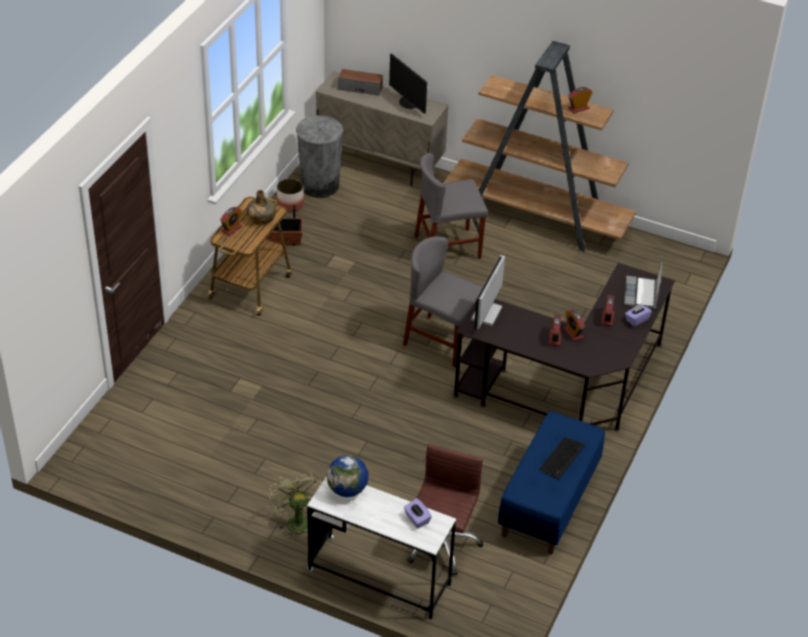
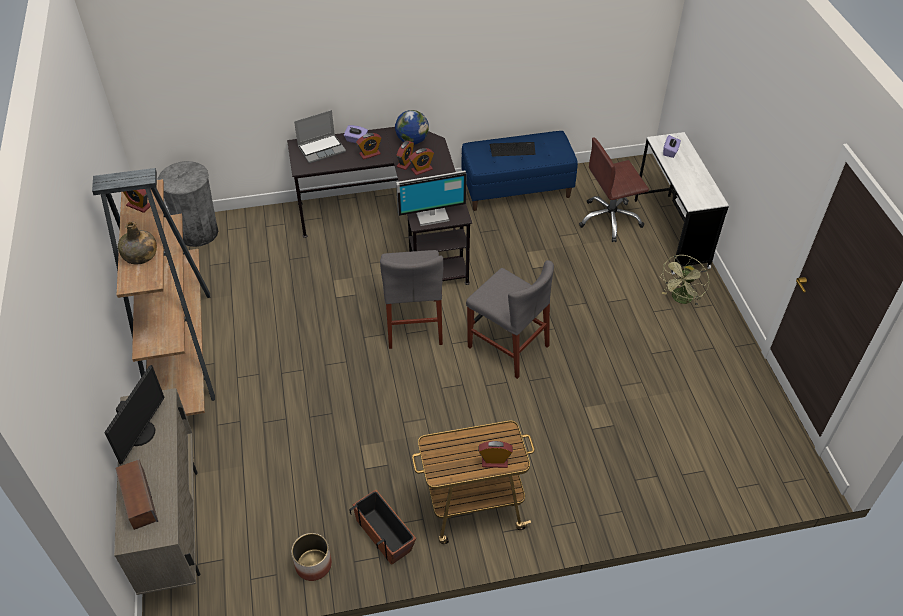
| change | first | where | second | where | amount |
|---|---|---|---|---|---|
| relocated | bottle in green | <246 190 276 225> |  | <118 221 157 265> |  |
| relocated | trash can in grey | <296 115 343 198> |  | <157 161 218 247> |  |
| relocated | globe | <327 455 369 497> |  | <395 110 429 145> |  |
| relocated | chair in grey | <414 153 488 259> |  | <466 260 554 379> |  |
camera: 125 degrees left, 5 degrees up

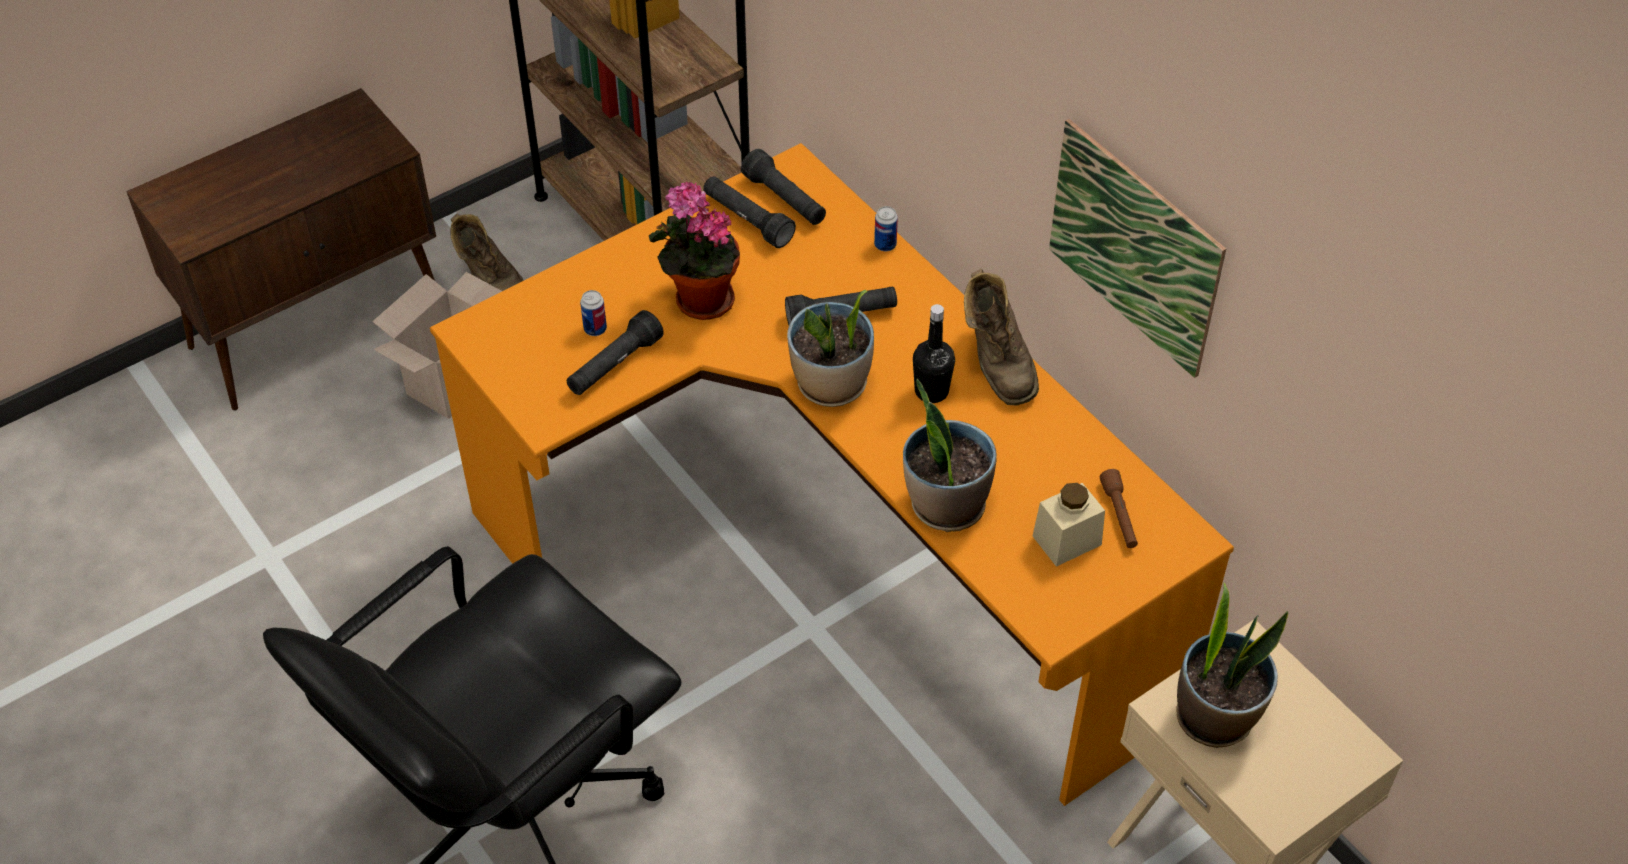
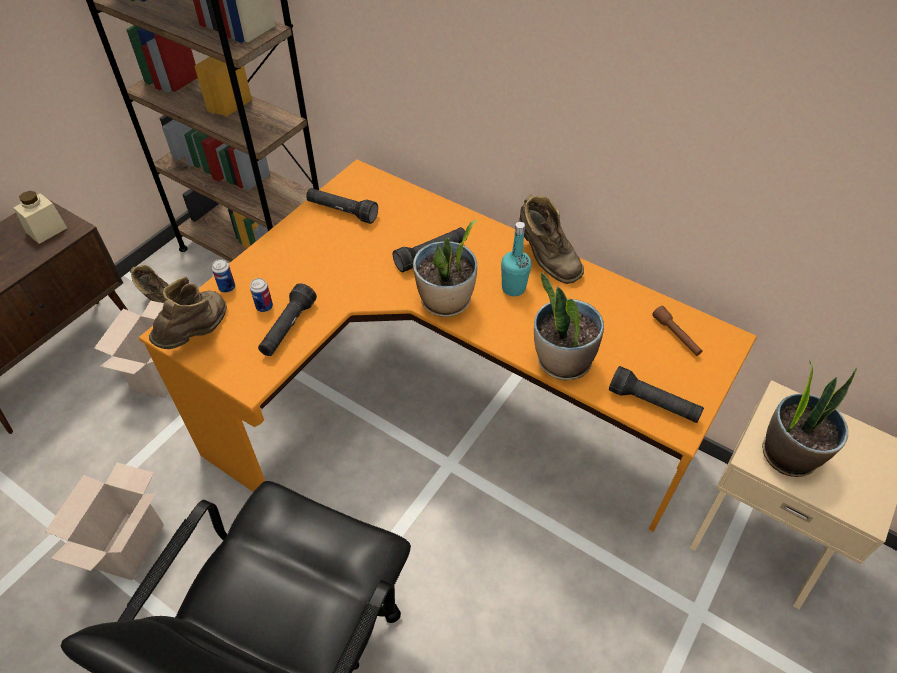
| change | first | where | second | where | amount |
|---|---|---|---|---|---|
| relocated | jar in beige | <1033 483 1105 567> |  | <13 191 67 244> |  |
| appeared |  |  | cardboard box | <45 463 164 580> |  |
| appeared |  |  | boot in brown | <149 277 227 349> |  |
| relocated | can | <874 206 898 251> |  | <212 259 235 293> |  |
| colour | bottle in black | <913 304 955 403> | bottle in turquoise | <501 222 531 296> |  |
| relocated | flashlight in black | <741 149 826 225> |  | <609 366 704 423> |  |
| missing | potted plant | <649 182 740 320> |  |  |  |
| missing | picture | <1049 119 1226 378> |  |  |  |
camera: 20 degrees left, 0 degrees up

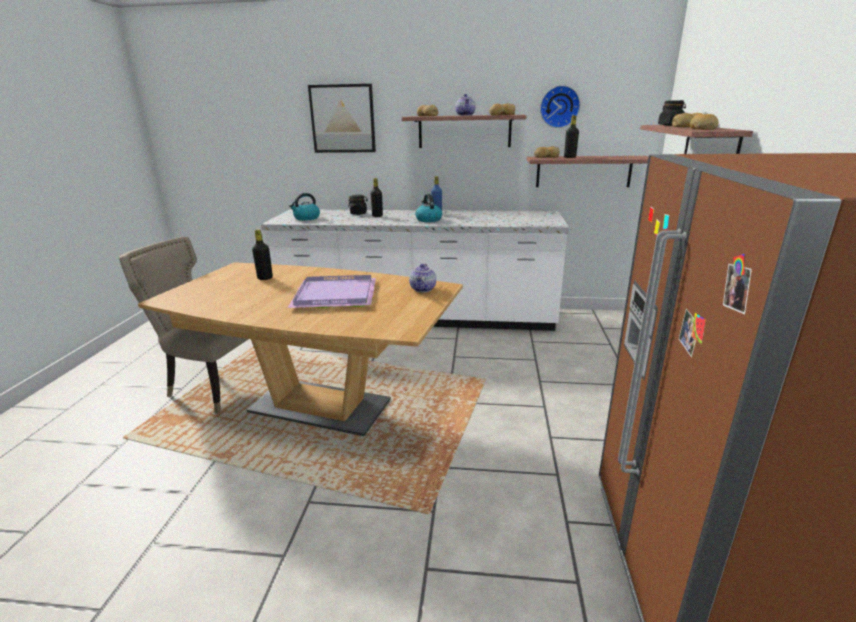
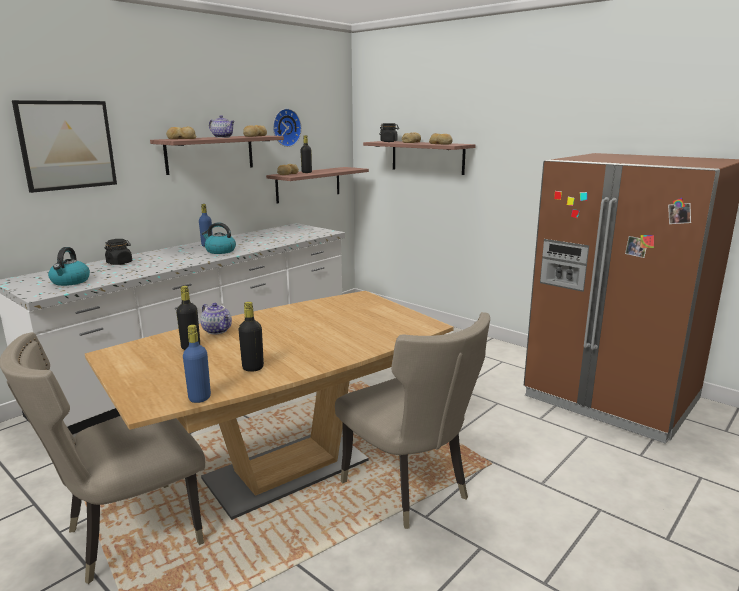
| change | first | where | second | where | amount |
|---|---|---|---|---|---|
| appeared |  |  | bottle in blue | <183 325 211 403> |  |
| relocated | teapot | <409 264 436 292> |  | <200 303 232 334> |  |
| relocated | bottle in black | <370 178 383 217> |  | <238 302 264 372> |  |
| appeared |  |  | chair in beige | <335 312 490 529> |  |
| missing | tray in purple | <288 275 376 308> |  |  |  |
camera: 55 degrees left, 5 degrees down

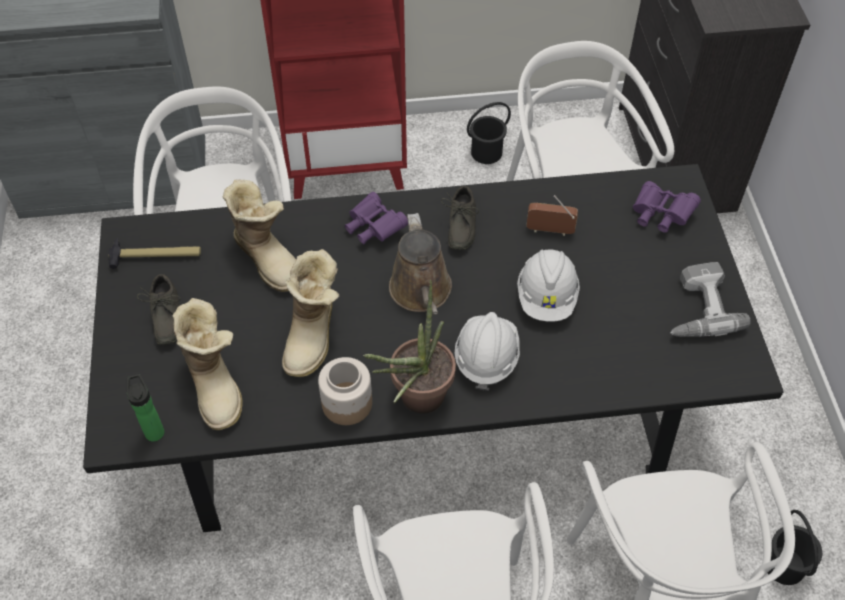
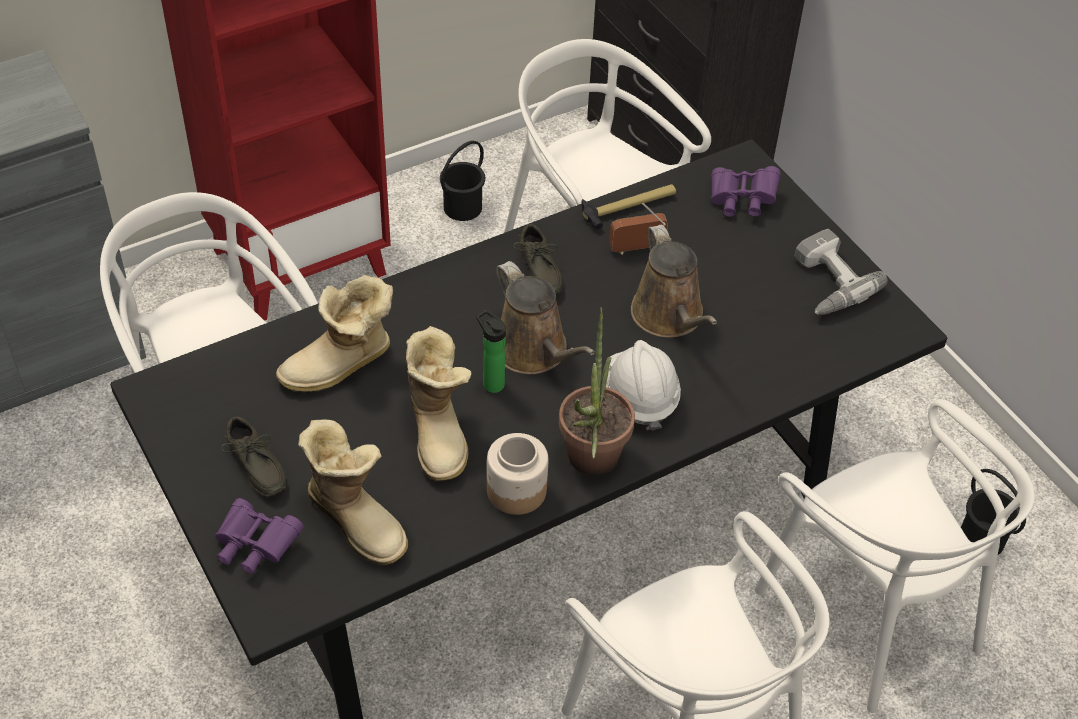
| change | first | where | second | where | amount |
|---|---|---|---|---|---|
| relocated | binoculars in purple | <345 192 408 244> |  | <215 498 304 574> |  |
| spun | boot | <223 180 296 292> |  | <276 275 393 393> | 120 degrees clockwise |
| relocated | bottle | <127 374 164 442> |  | <477 310 506 393> |  |
| relocated | hammer | <108 238 201 269> |  | <581 184 676 229> |  |
| exchanged | hard hat in white | <517 249 580 322> | watering can in brown | <631 225 717 338> |  |
camera: 25 degrees left, 5 degrees down

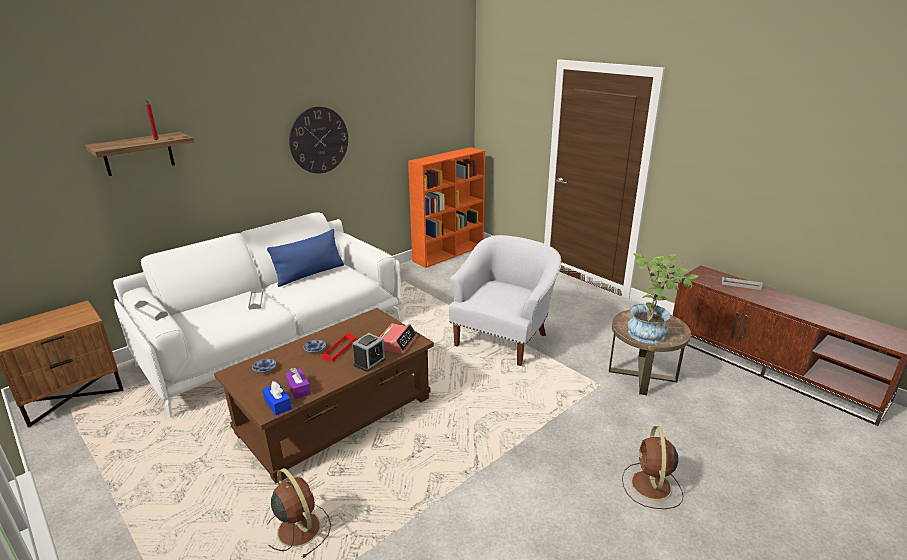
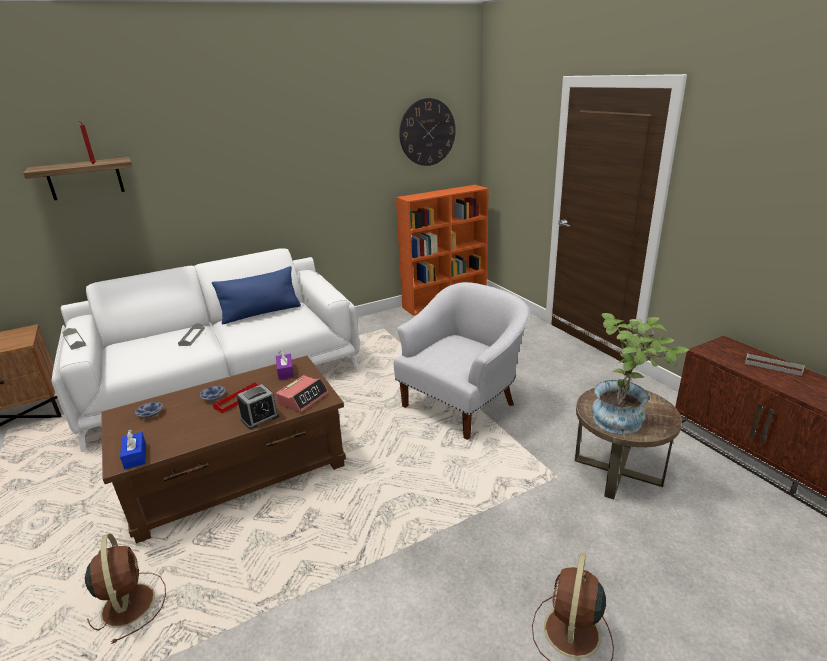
| change | first | where | second | where | amount |
|---|---|---|---|---|---|
| relocated | tissue box in purple | <285 368 311 399> |  | <276 351 294 380> |  |
| relocated | wall clock | <289 106 348 174> |  | <399 98 456 166> |  |
camera: 15 degrees right, 0 degrees up

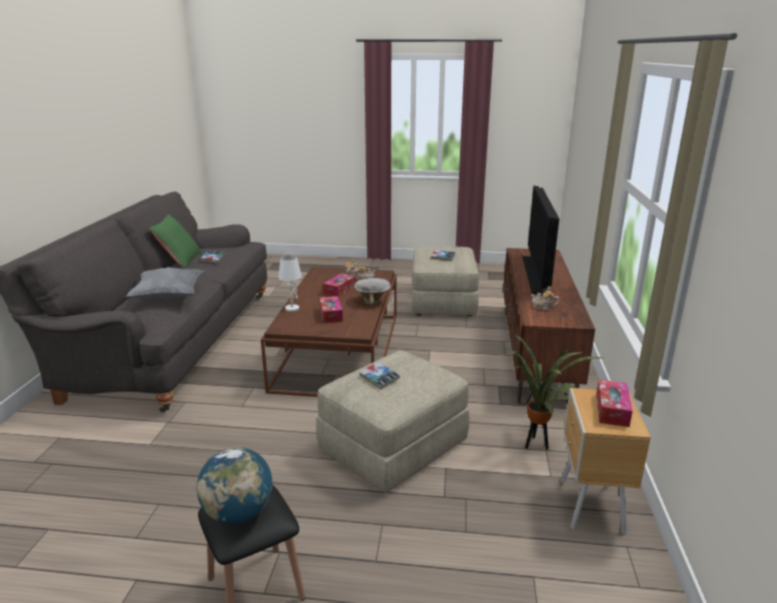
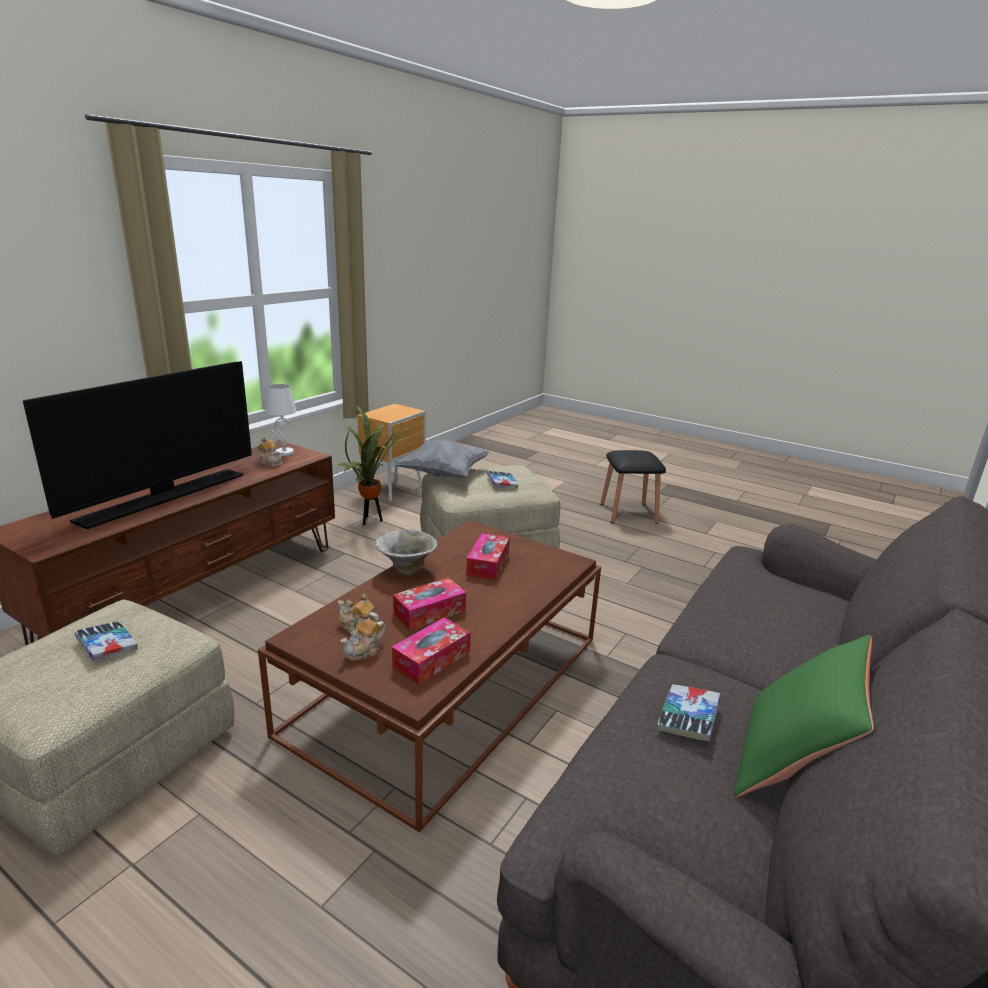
| change | first | where | second | where | amount |
|---|---|---|---|---|---|
| relocated | table lamp in white | <278 255 302 312> |  | <266 384 297 456> |  |
| relocated | tissue box | <596 380 633 427> |  | <392 617 471 685> |  |
| relocated | pillow in grey | <126 267 204 298> |  | <396 440 490 478> |  |
| missing | globe | <197 447 272 524> |  |  |  |
camera: 155 degrees left, 0 degrees up

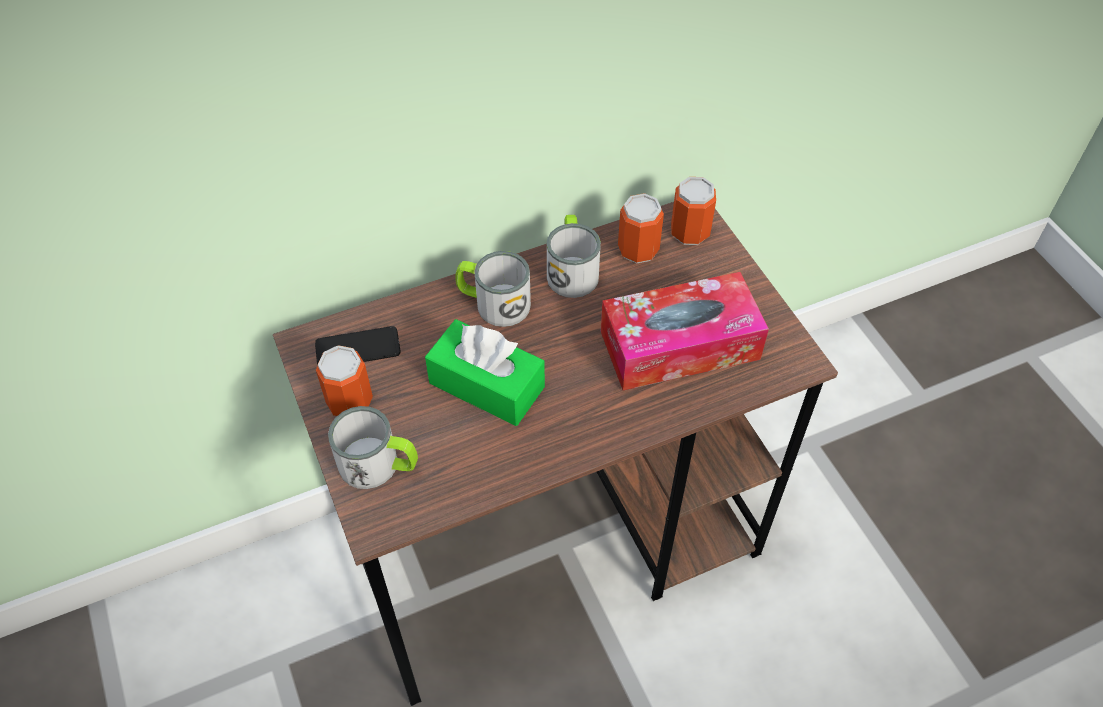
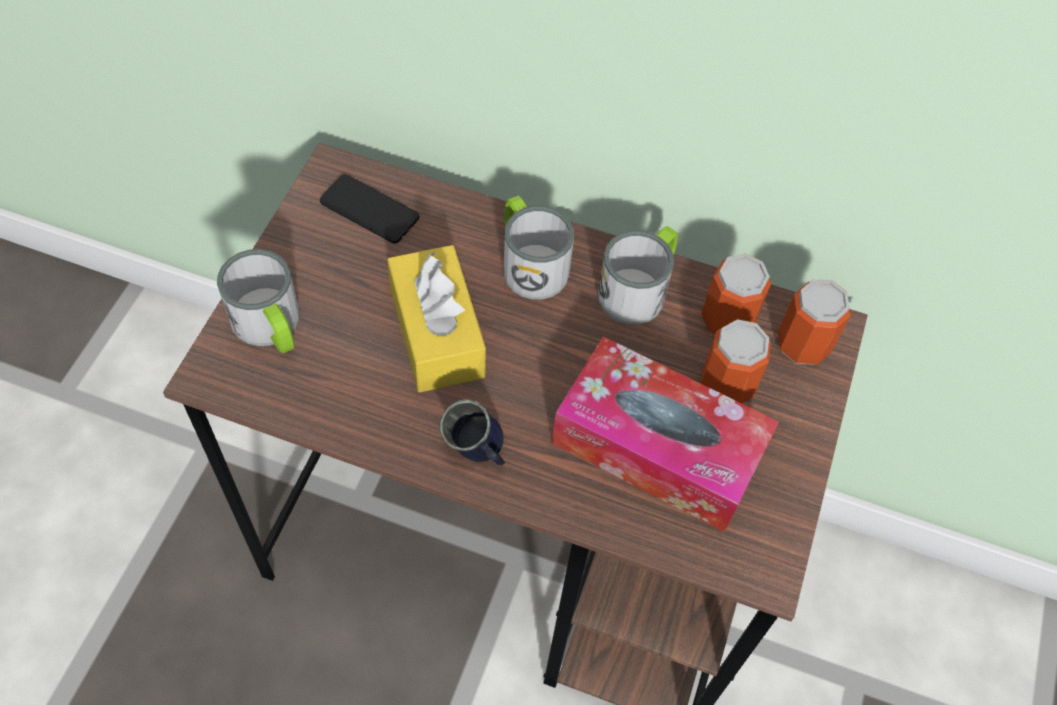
| change | first | where | second | where | amount |
|---|---|---|---|---|---|
| colour | tissue box in green | <425 319 545 426> | tissue box in yellow | <387 245 486 392> |  |
| appeared |  |  | mug in blue | <439 399 505 465> |  |
| relocated | can | <316 345 373 416> |  | <701 319 771 403> |  |
camera: 40 degrees right, 5 degrees up

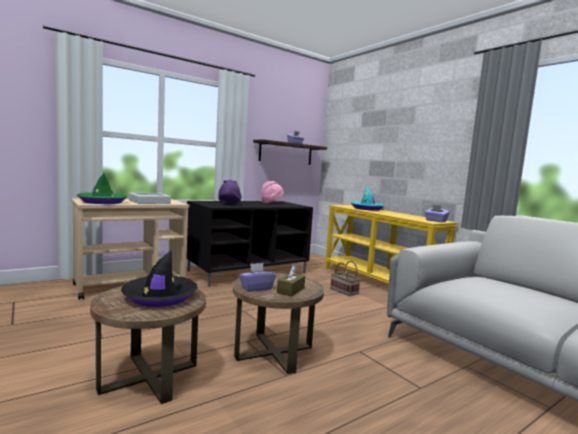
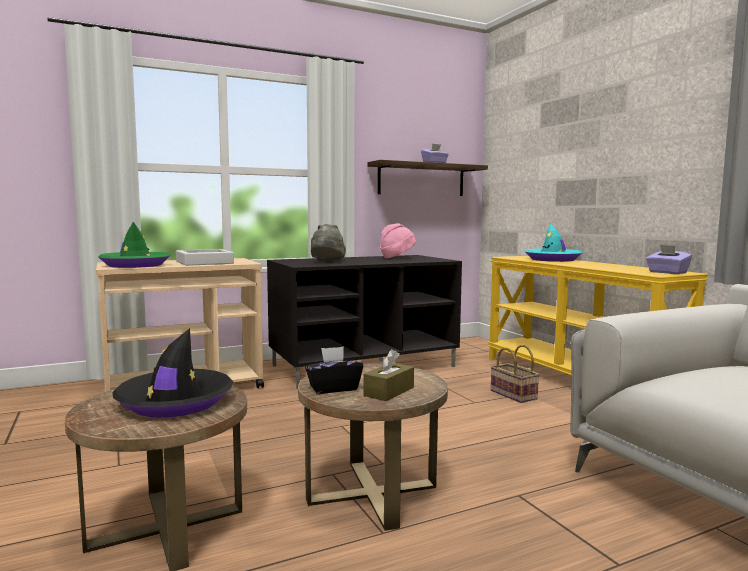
| change | first | where | second | where | amount |
|---|---|---|---|---|---|
| colour | tissue box in purple | <239 263 276 292> | tissue box in black | <305 346 363 394> |  |
| colour | hat in purple | <218 180 242 204> | hat in grey | <311 224 346 261> |  |
camera: 10 degrees right, 0 degrees up

